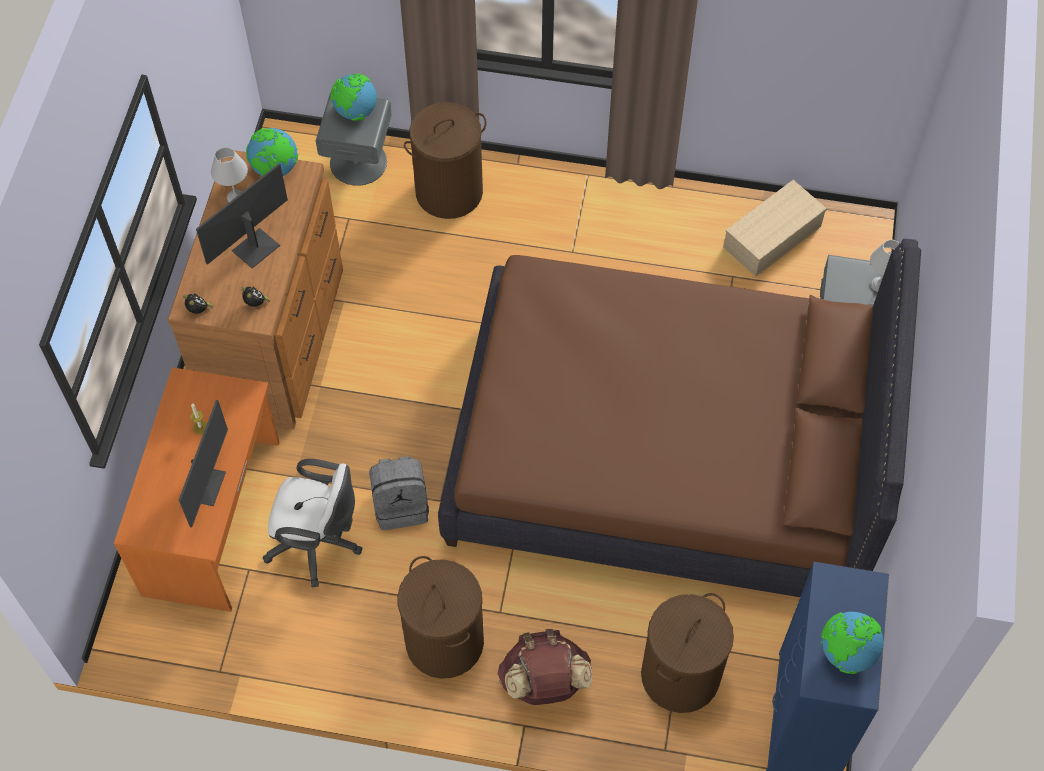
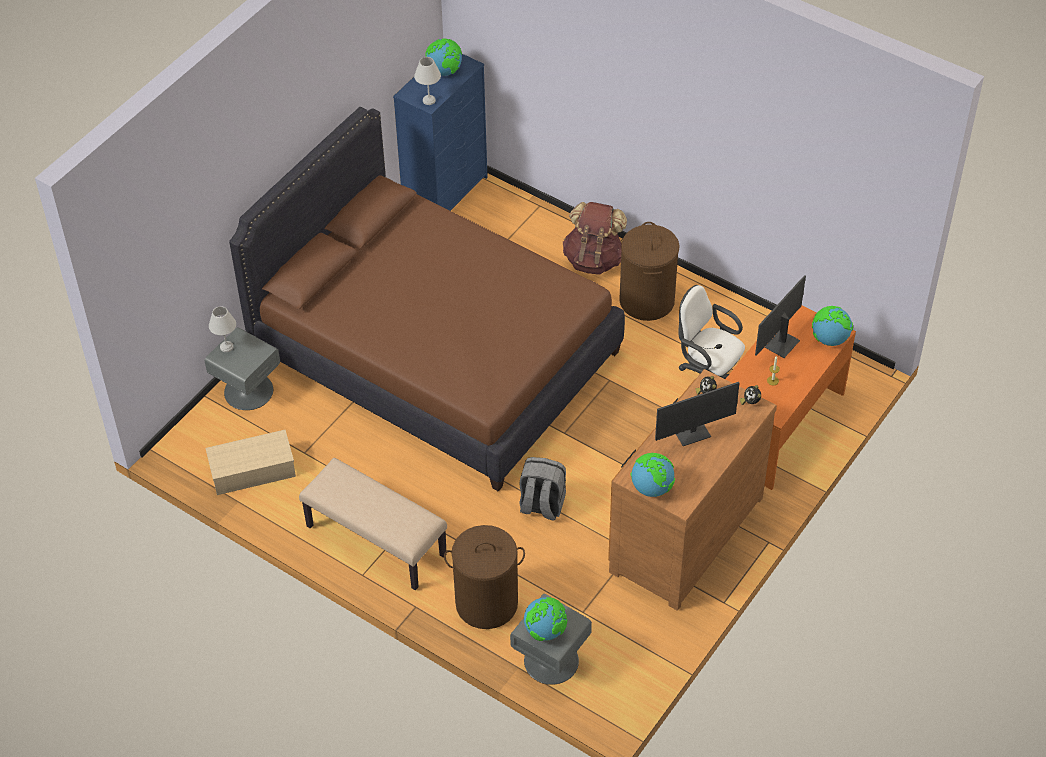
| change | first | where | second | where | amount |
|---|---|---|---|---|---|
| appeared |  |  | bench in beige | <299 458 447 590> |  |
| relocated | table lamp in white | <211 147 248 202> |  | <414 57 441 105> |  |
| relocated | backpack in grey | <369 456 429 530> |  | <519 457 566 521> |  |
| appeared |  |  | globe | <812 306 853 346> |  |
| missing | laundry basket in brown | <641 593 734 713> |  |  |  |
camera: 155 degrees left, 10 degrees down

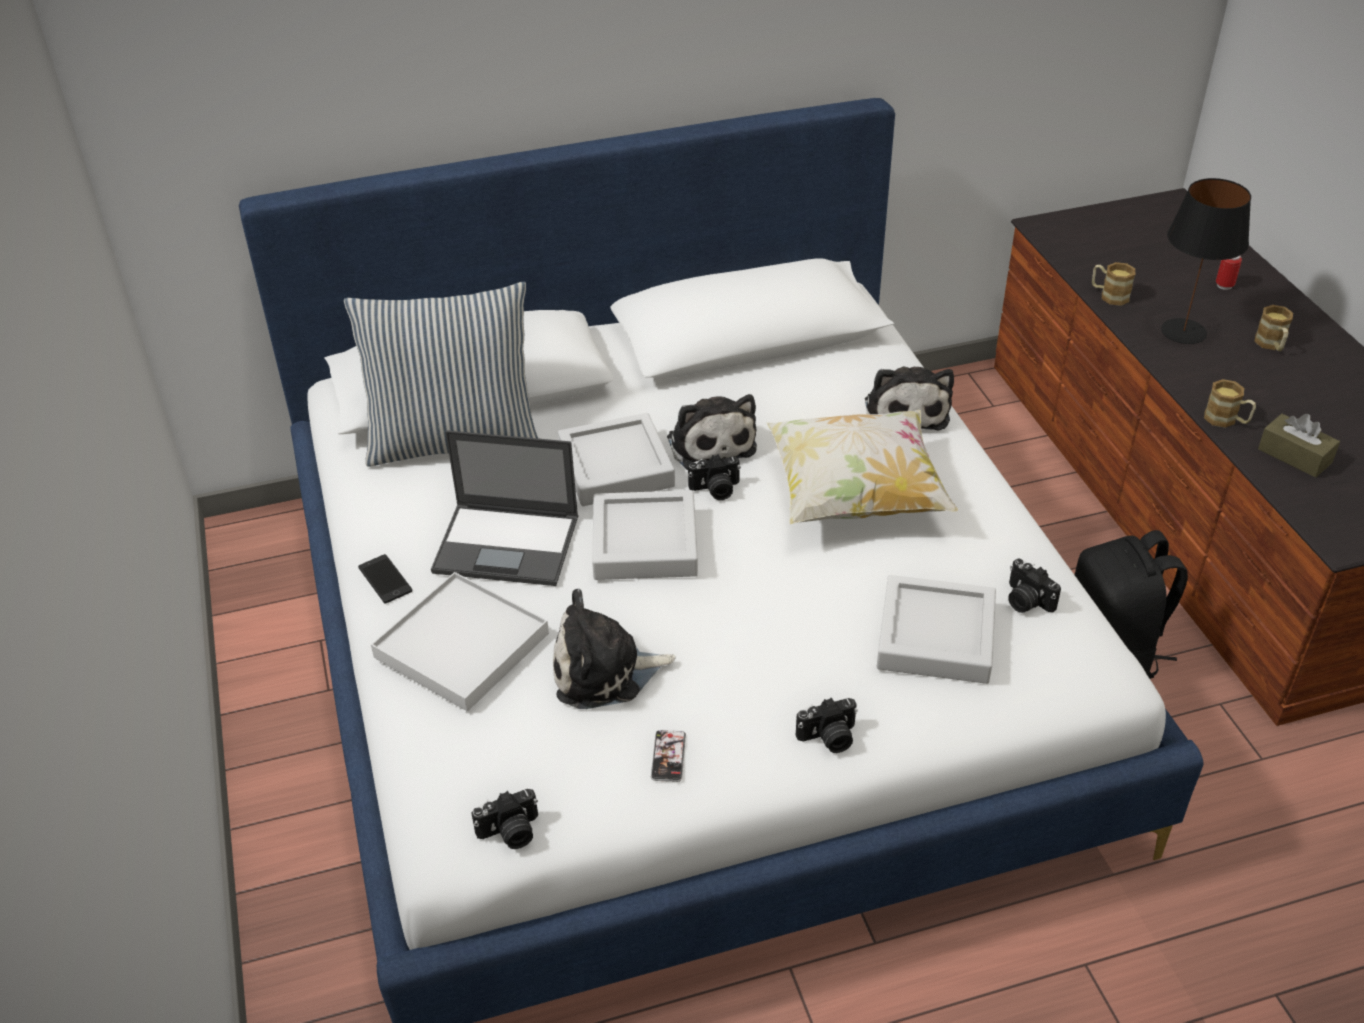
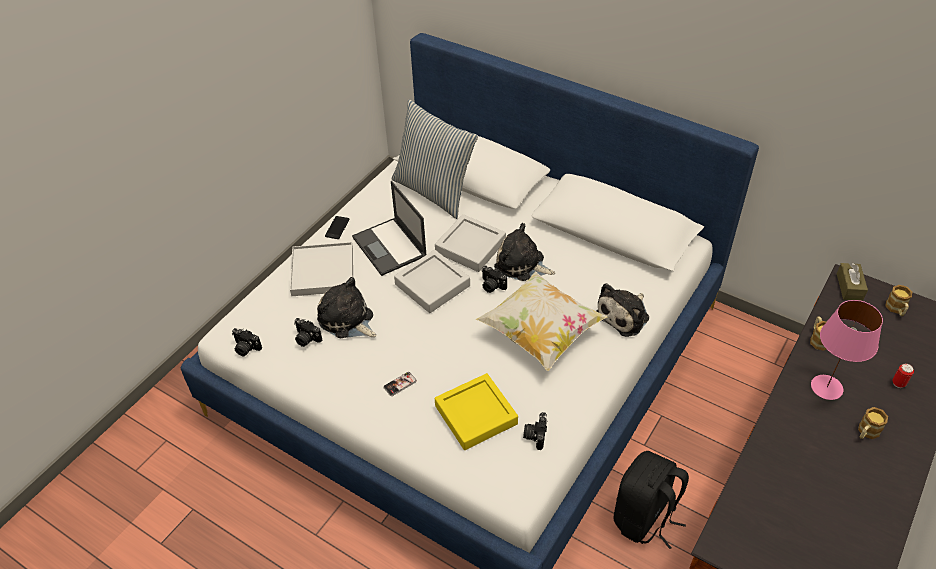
| change | first | where | second | where | amount |
|---|---|---|---|---|---|
| relocated | photo camera | <796 698 858 753> |  | <294 318 322 347> |  |
| relocated | phone | <651 730 686 782> |  | <383 372 417 396> |  |
| colour | tray in grey | <877 575 996 684> | tray in yellow | <435 373 518 450> |  |
| spun | plush toy | <667 394 757 470> |  | <494 223 556 281> | 90 degrees clockwise |
| colour | table lamp in black | <1161 178 1251 344> | table lamp in pink | <811 300 883 400> |  |
| relocated | tissue box in brown | <1258 414 1340 478> |  | <837 263 868 301> |  |
| relocated | mug | <1204 379 1256 428> |  | <885 285 912 316> |  |
camera: 50 degrees right, 5 degrees up

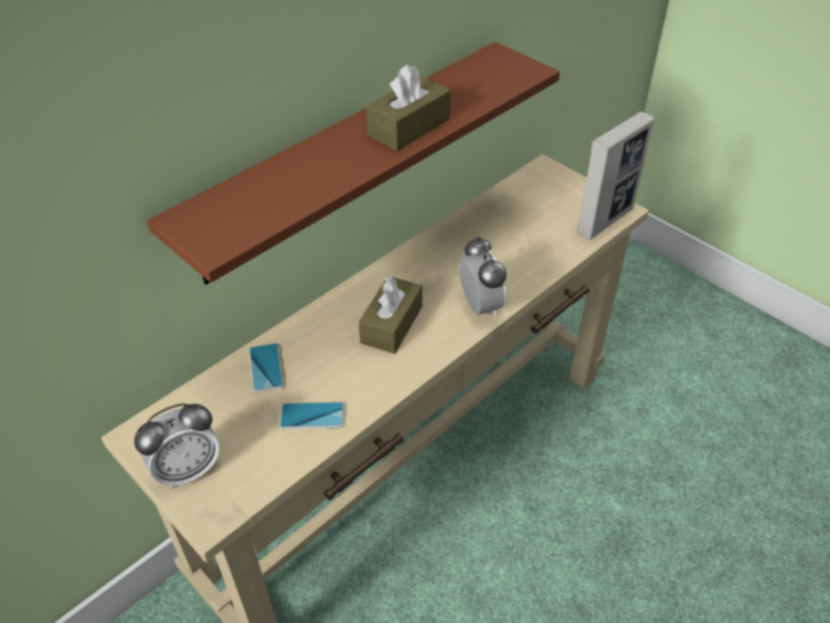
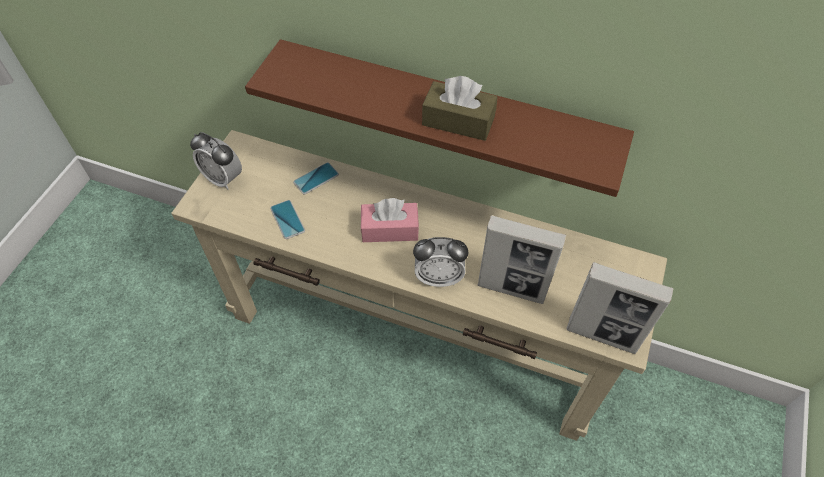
| change | first | where | second | where | amount |
|---|---|---|---|---|---|
| colour | tissue box in brown | <359 275 422 354> | tissue box in pink | <361 198 419 242> |  |
| spun | alarm clock | <459 236 507 316> |  | <413 237 468 287> | 45 degrees clockwise |
| appeared |  |  | picture frame | <478 215 566 304> |  |
camera: 65 degrees right, 10 degrees up

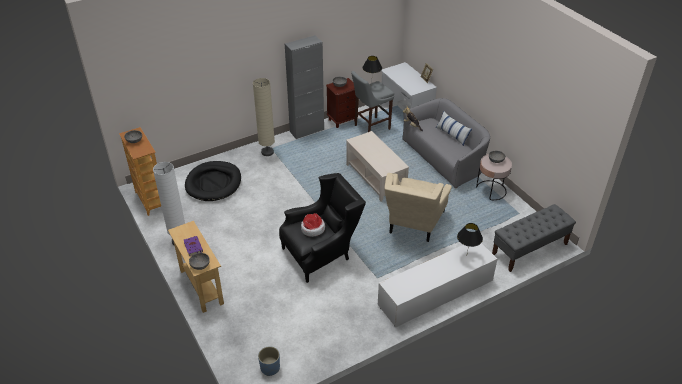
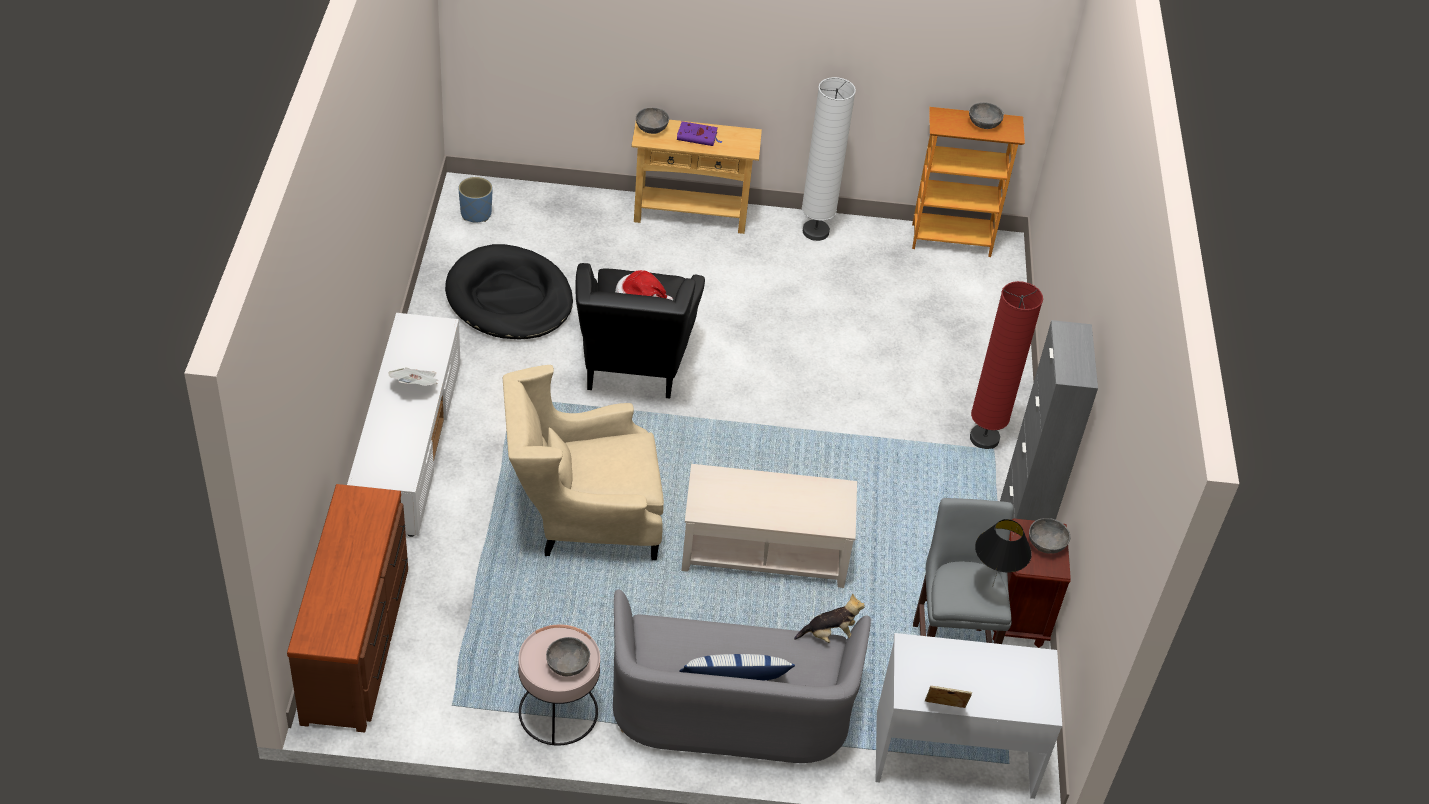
| change | first | where | second | where | amount |
|---|---|---|---|---|---|
| exchanged | bench in grey | <492 204 576 272> | dresser in brown | <287 484 408 733> |  |
| appeared |  |  | newspaper | <388 367 438 386> |  |
| relocated | dog bed in black | <185 161 241 201> |  | <445 244 573 339> |  |
| spun | armchair in beige | <384 173 452 242> |  | <503 365 664 560> | 60 degrees counterclockwise |
| colour | floor lamp in beige | <253 78 275 156> | floor lamp in red | <970 281 1043 449> |  |
| missing | table lamp in black | <457 223 483 253> |  |  |  |
camera: 120 degrees right, 5 degrees up

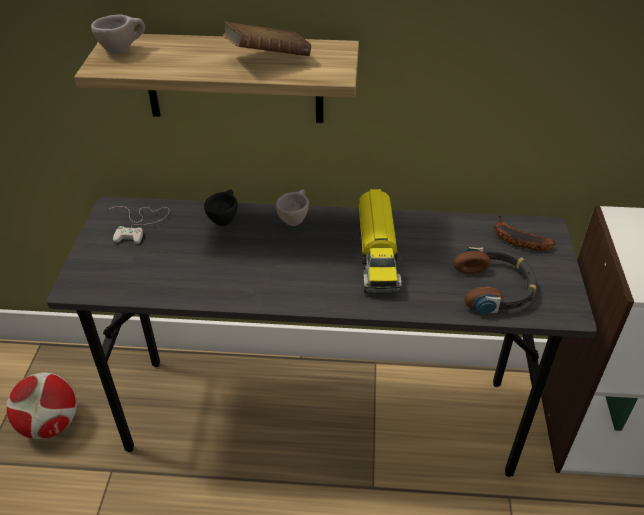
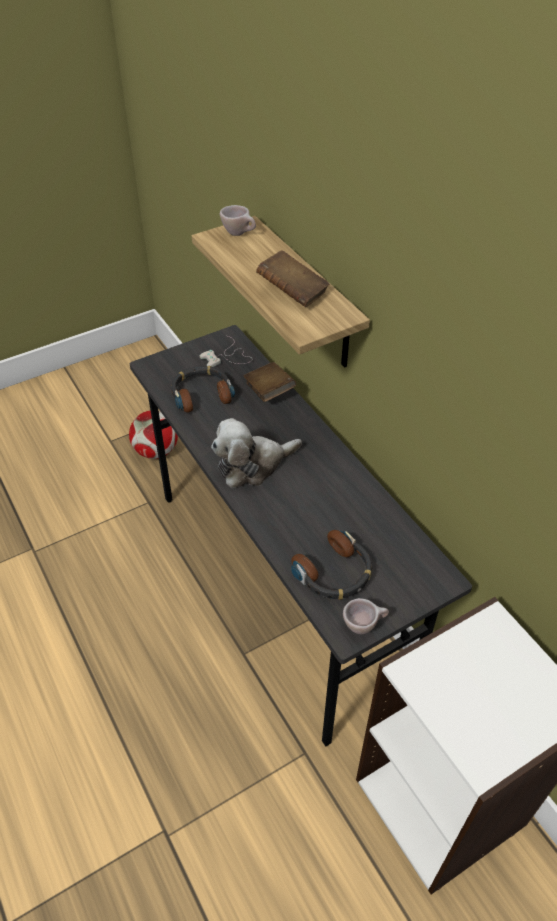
| change | first | where | second | where | amount |
|---|---|---|---|---|---|
| appeared |  |  | headphones | <171 366 235 412> |  |
| appeared |  |  | plush toy | <211 418 302 488> |  |
| exchanged | cup in black | <204 189 238 226> | book in brown | <243 362 296 402> |  |
| relocated | cup in beige | <276 190 309 226> |  | <343 598 389 634> |  |
| missing | toy truck | <358 189 402 293> |  |  |  |
| missing | banana | <494 215 555 250> |  |  |  |
camera: 55 degrees right, 5 degrees up

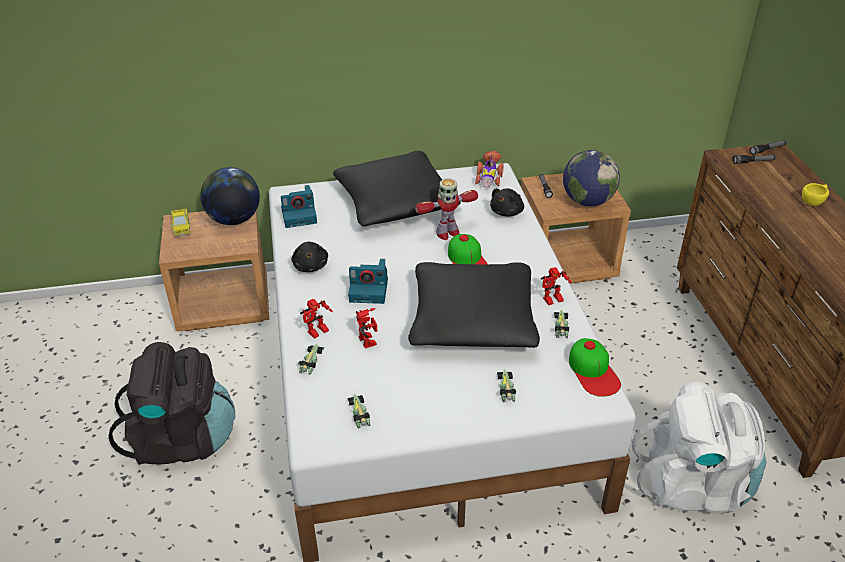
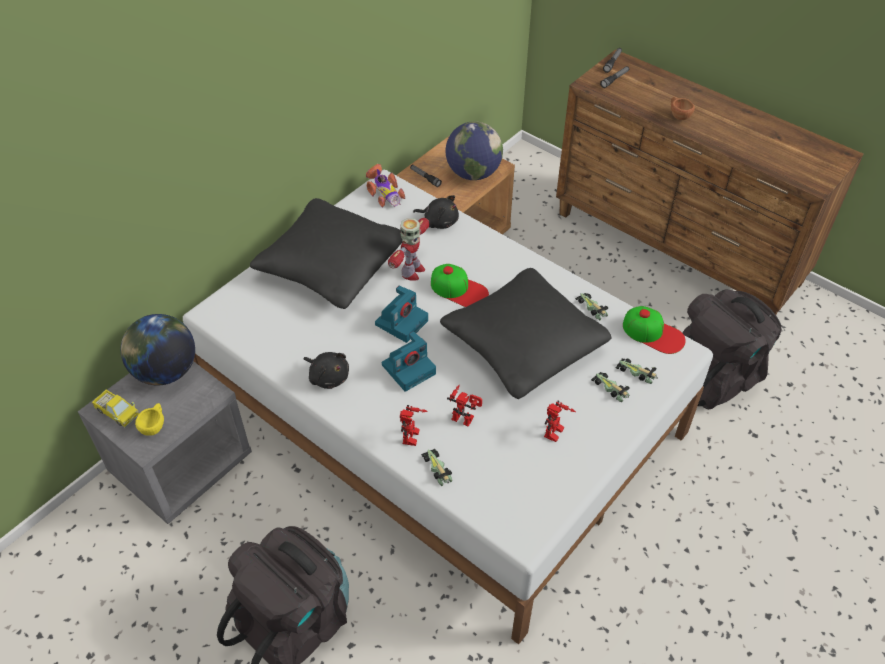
| change | first | where | second | where | amount |
|---|---|---|---|---|---|
| colour | nightstand in brown | <159 210 269 331> | nightstand in grey | <78 361 252 524> |  |
| relocated | cup in yellow | <802 183 829 206> |  | <135 403 164 436> |  |
| relocated | photo camera | <281 185 317 228> |  | <375 286 428 343> |  |
| spun | plush toy in black | <490 188 524 216> |  | <413 195 459 229> | 60 degrees counterclockwise |
| relocated | toy robot | <541 267 572 305> |  | <544 401 576 442> |  |
| relocated | toy car | <347 394 370 429> |  | <615 359 658 384> |  |
| appeared |  |  | cup in brown | <671 97 695 120> |  |
| colour | backpack in white | <632 382 766 513> | backpack in black | <682 289 782 410> |  |
camera: 40 degrees left, 10 degrees up

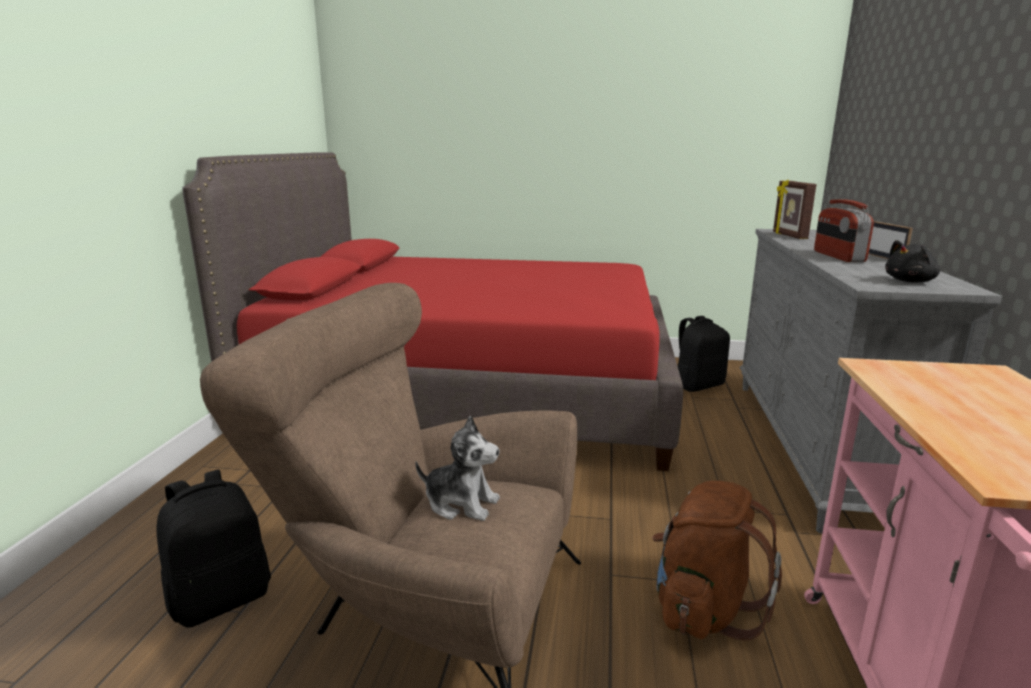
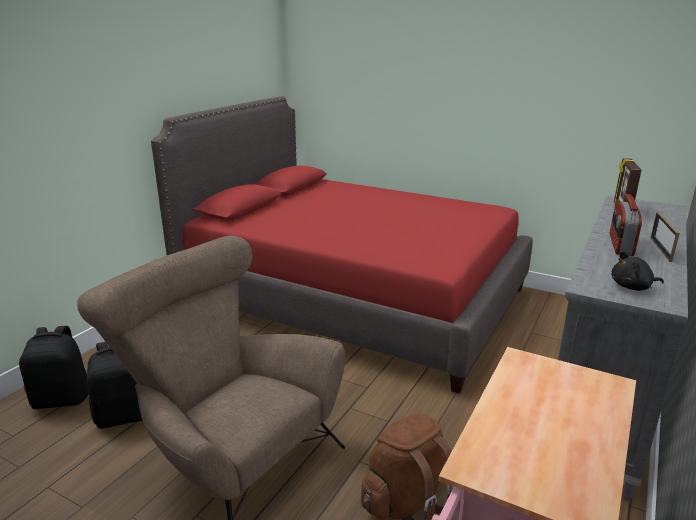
| change | first | where | second | where | amount |
|---|---|---|---|---|---|
| relocated | backpack in black | <678 316 730 392> |  | <19 326 89 409> |  |
| missing | plush toy | <415 416 500 521> |  |  |  |
camera: 20 degrees right, 5 degrees up

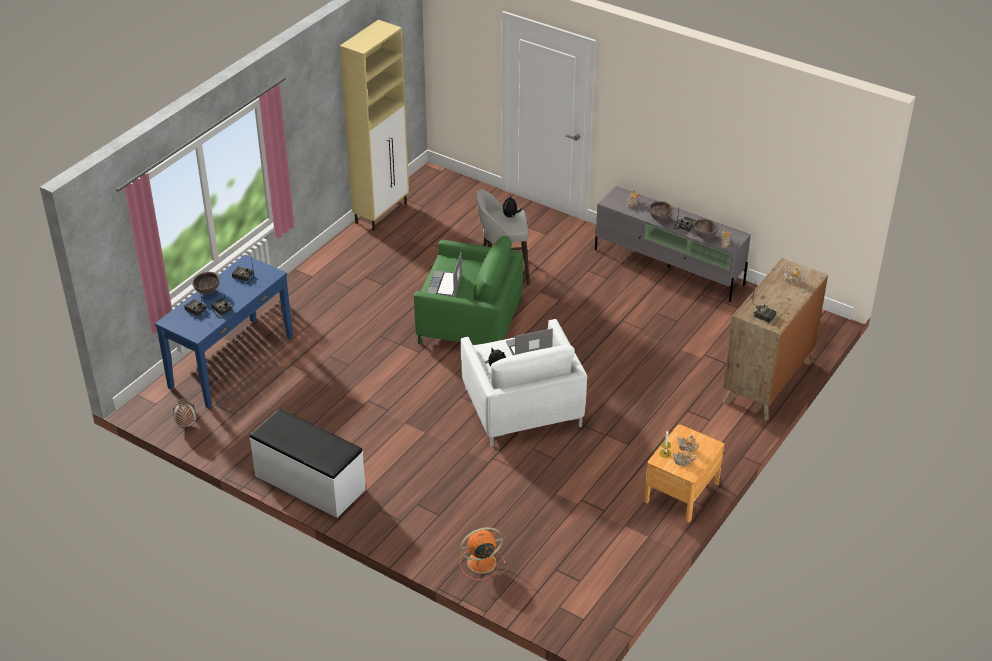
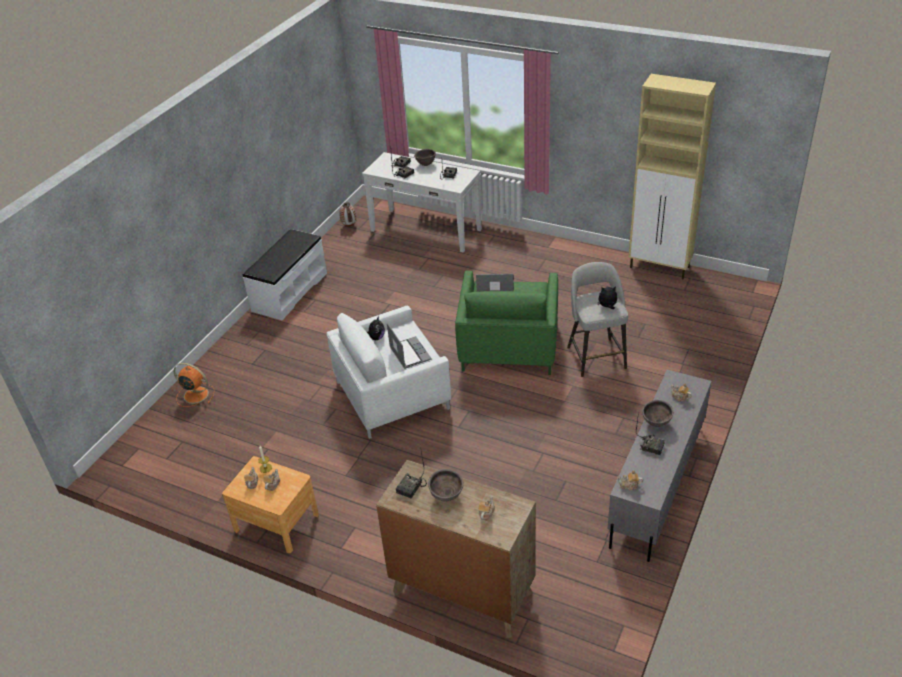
| change | first | where | second | where | amount |
|---|---|---|---|---|---|
| spun | fan in orange | <460 527 506 580> |  | <174 363 215 407> | 45 degrees counterclockwise |
| colour | console table in blue | <155 255 293 408> | console table in white | <362 152 482 252> |  |
| relocated | bowl in brown | <693 218 719 239> |  | <428 469 464 501> |  |
camera: 85 degrees right, 0 degrees up

